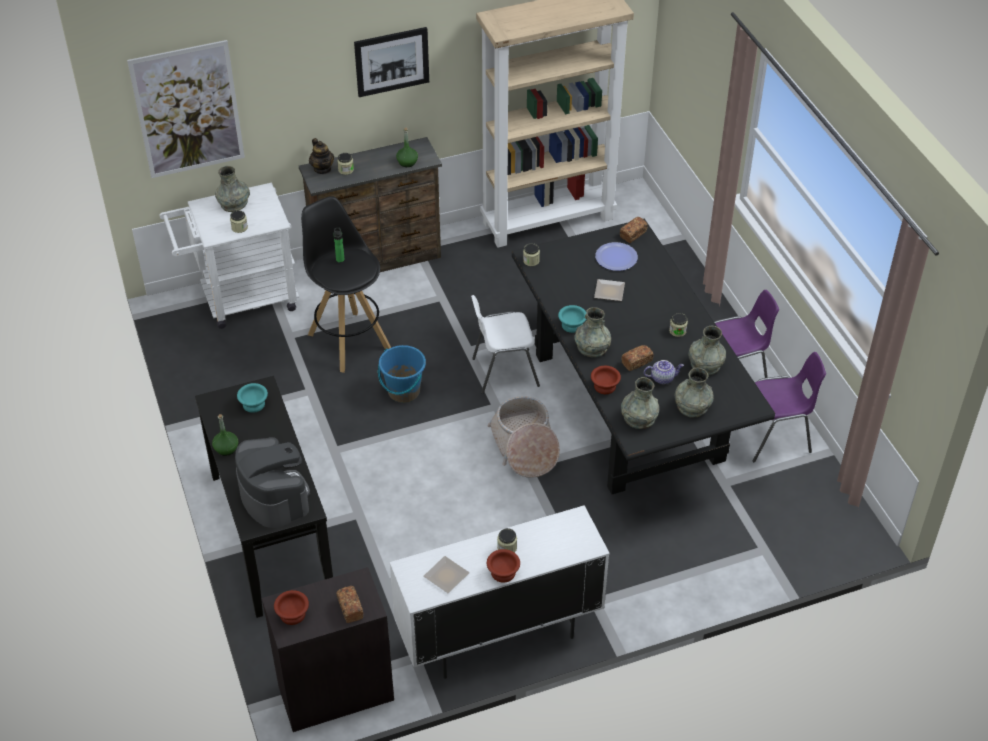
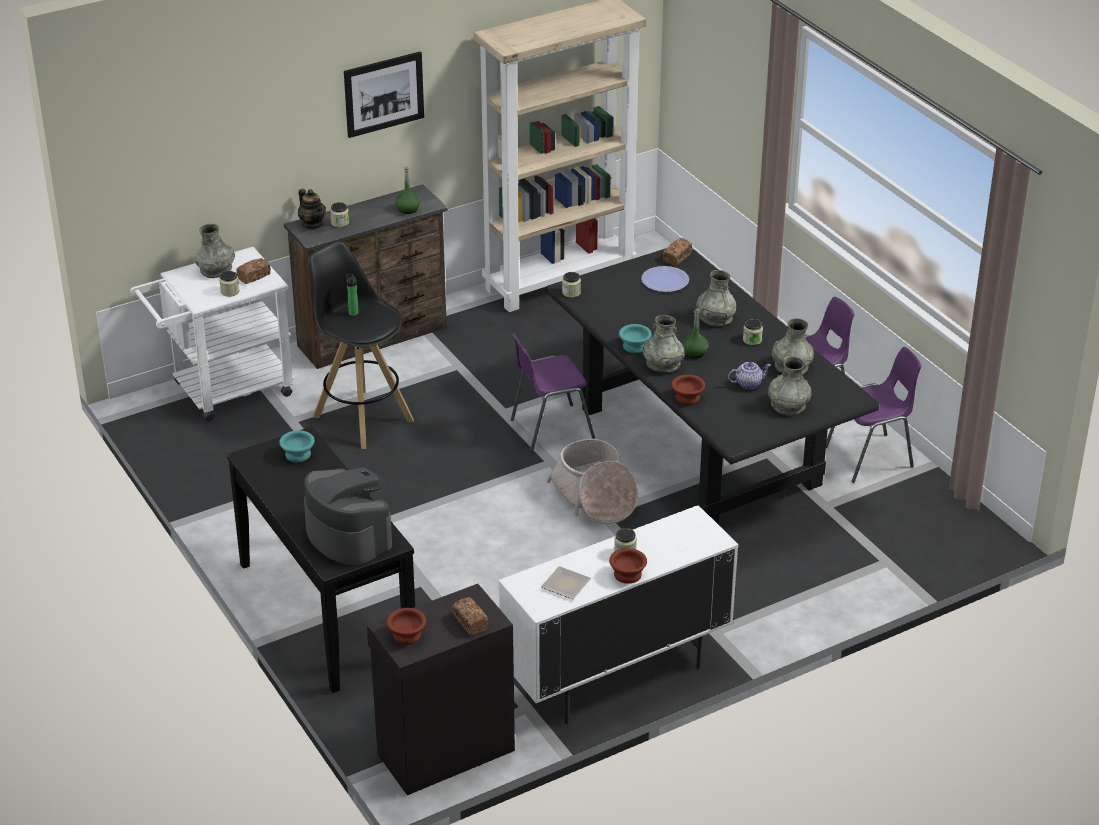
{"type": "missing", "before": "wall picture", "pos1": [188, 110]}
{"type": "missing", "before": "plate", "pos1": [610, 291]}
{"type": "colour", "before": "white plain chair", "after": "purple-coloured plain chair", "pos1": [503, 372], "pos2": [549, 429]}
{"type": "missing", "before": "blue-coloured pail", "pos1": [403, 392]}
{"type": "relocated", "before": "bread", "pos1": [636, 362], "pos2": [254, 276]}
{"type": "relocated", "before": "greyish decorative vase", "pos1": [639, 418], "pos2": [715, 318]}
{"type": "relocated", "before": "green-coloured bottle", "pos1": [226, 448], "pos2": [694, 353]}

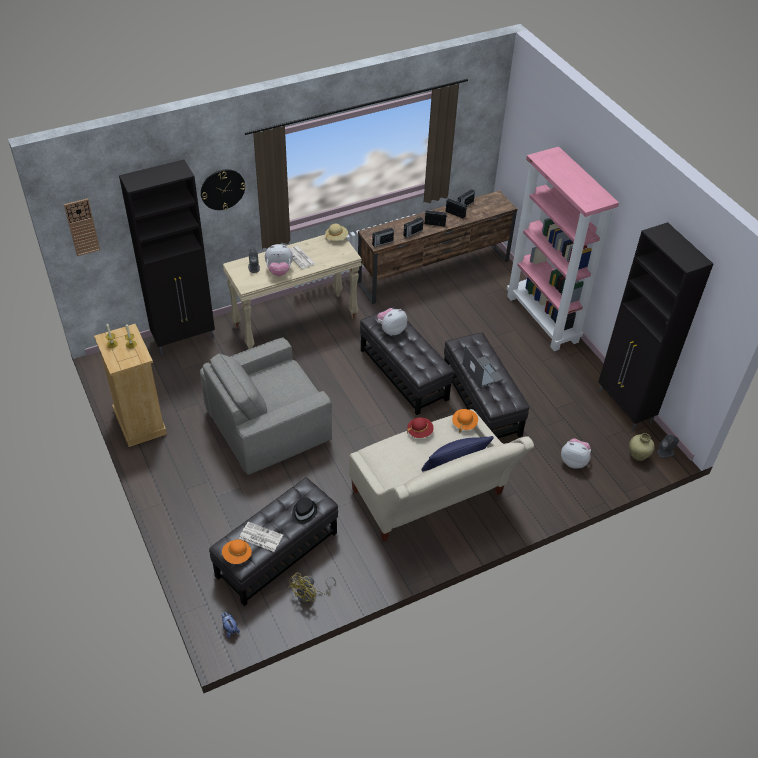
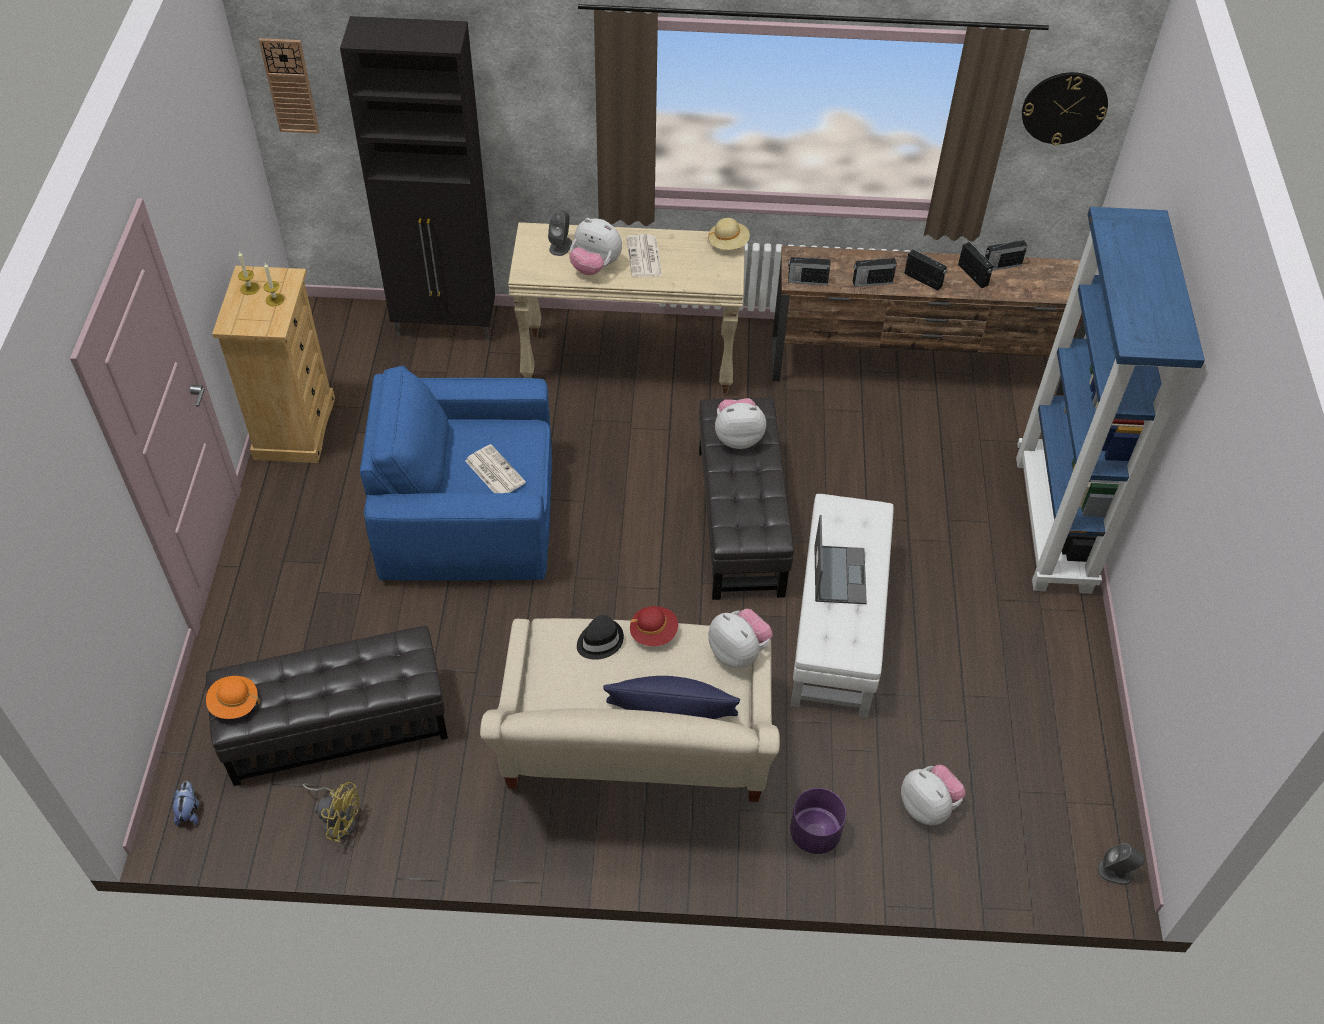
{"type": "colour", "before": "pink-coloured shelving unit", "after": "blue-coloured shelving unit", "pos1": [543, 319], "pos2": [1054, 524]}
{"type": "relocated", "before": "hanging clock", "pos1": [222, 189], "pos2": [1064, 107]}
{"type": "missing", "before": "blackish cabinet", "pos1": [625, 408]}
{"type": "colour", "before": "blackish pouffe", "after": "white pouffe", "pos1": [481, 402], "pos2": [838, 626]}
{"type": "colour", "before": "greyish easy chair", "after": "blue-coloured easy chair", "pos1": [268, 426], "pos2": [469, 515]}
{"type": "exchanged", "before": "orange-coloured wearable hat", "after": "cuddly toy", "pos1": [464, 423], "pos2": [738, 652]}
{"type": "missing", "before": "sand-coloured decorative vase", "pos1": [638, 456]}
{"type": "relocated", "before": "blackish wearable hat", "pos1": [303, 512], "pos2": [599, 641]}
{"type": "relocated", "before": "daily paper", "pos1": [260, 537], "pos2": [494, 471]}
{"type": "spun", "before": "yellow-coloured electric fan", "pos1": [310, 595], "pos2": [338, 819], "turn": -135}
{"type": "appeared", "after": "purple-coloured flower pot", "pos2": [814, 834]}

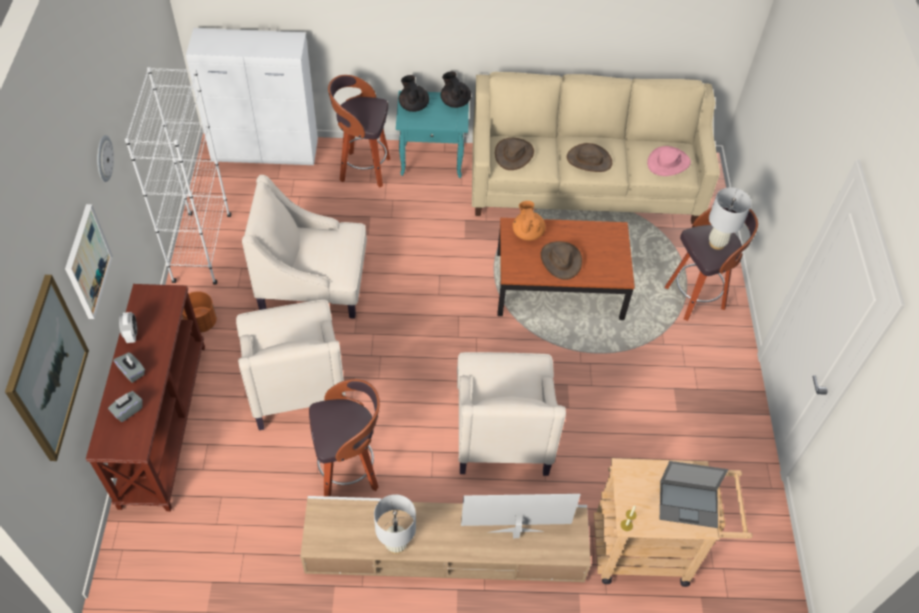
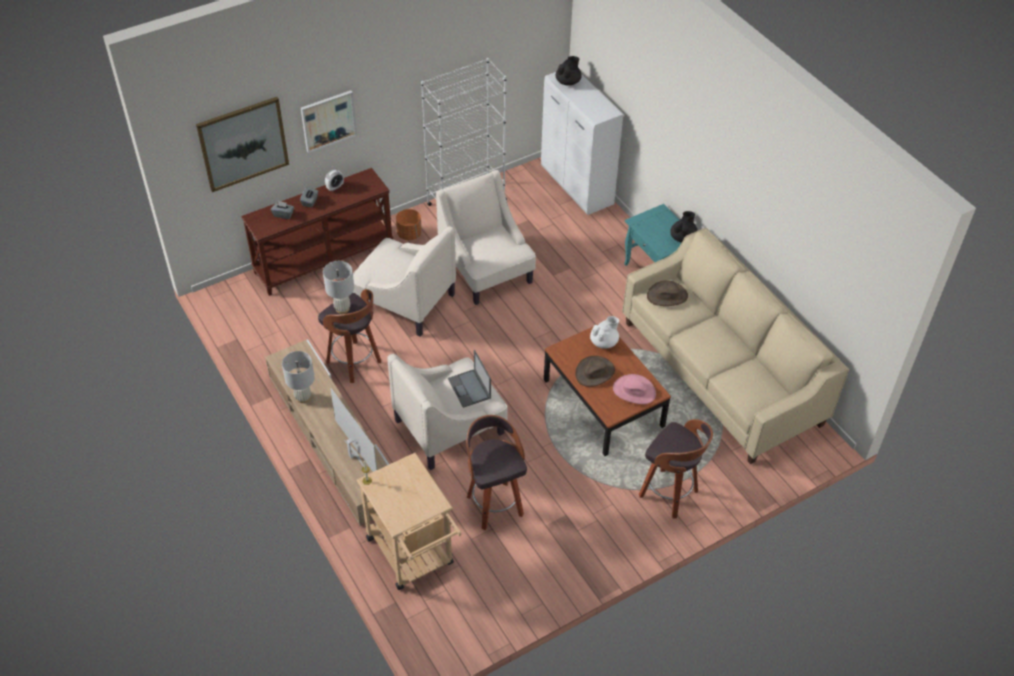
{"type": "relocated", "before": "stool", "pos1": [363, 169], "pos2": [494, 504]}
{"type": "relocated", "before": "blackish tea pot", "pos1": [413, 106], "pos2": [568, 82]}
{"type": "missing", "before": "hanging clock", "pos1": [103, 158]}
{"type": "missing", "before": "brown wearable hat", "pos1": [589, 160]}
{"type": "relocated", "before": "pink-coloured wearable hat", "pos1": [668, 163], "pos2": [634, 391]}
{"type": "relocated", "before": "white table lamp", "pos1": [716, 243], "pos2": [342, 308]}
{"type": "colour", "before": "orange-coloured tea pot", "after": "white tea pot", "pos1": [527, 233], "pos2": [604, 342]}
{"type": "spun", "before": "sand-coloured easy chair", "pos1": [295, 378], "pos2": [404, 300], "turn": -105}
{"type": "relocated", "before": "portable computer", "pos1": [689, 504], "pos2": [469, 389]}

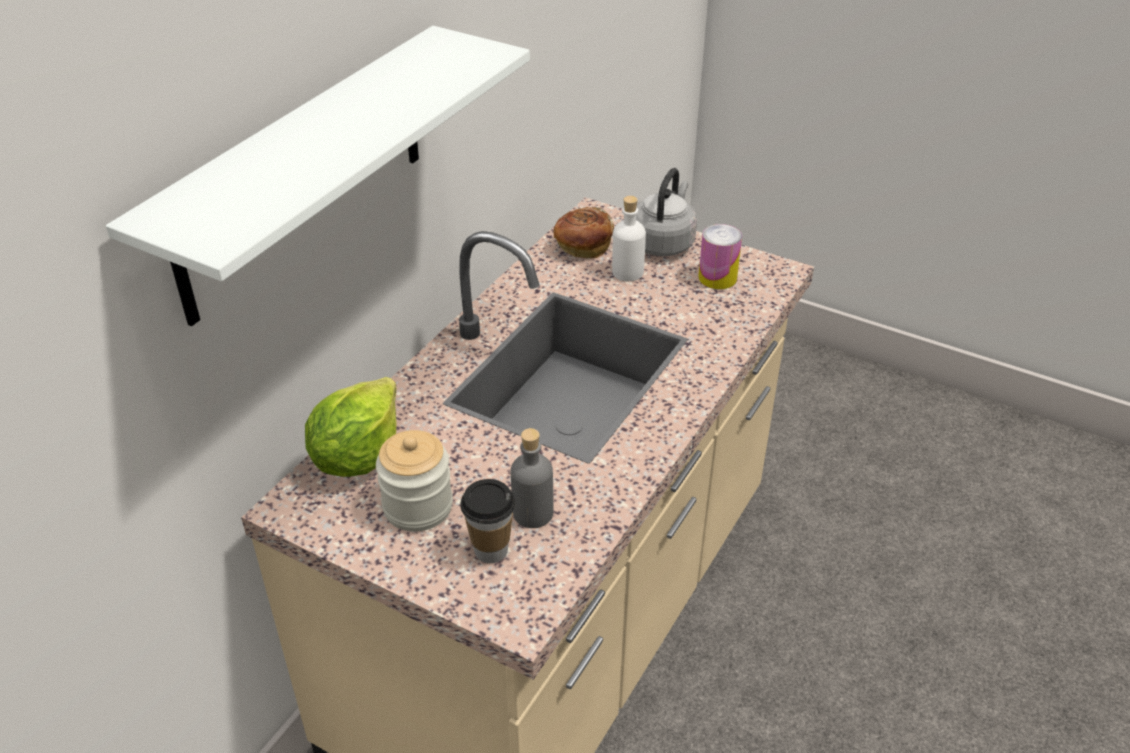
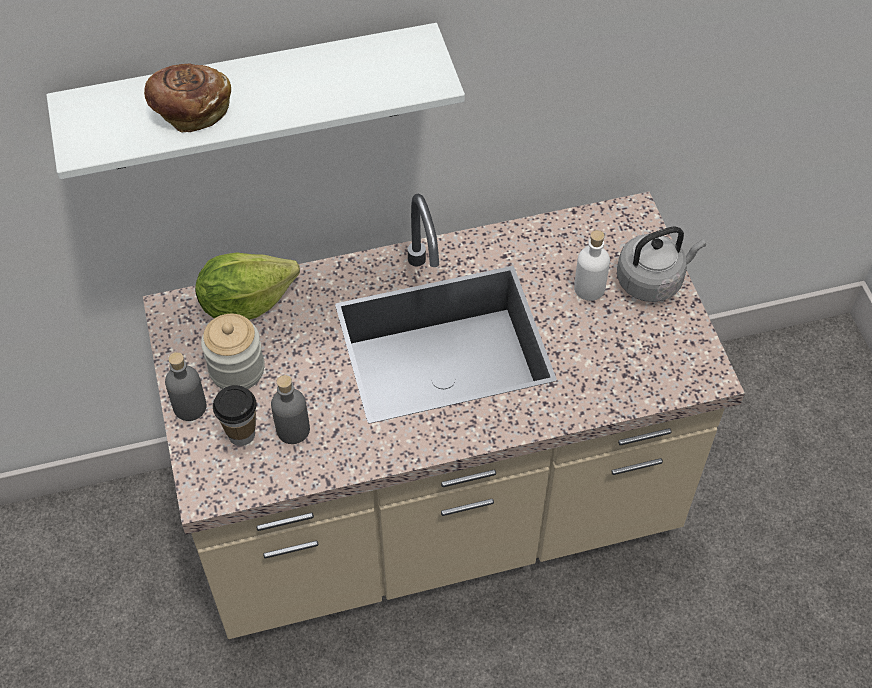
{"type": "relocated", "before": "bread", "pos1": [583, 246], "pos2": [190, 110]}
{"type": "missing", "before": "metal can", "pos1": [717, 278]}
{"type": "appeared", "after": "greyish bottle", "pos2": [190, 407]}

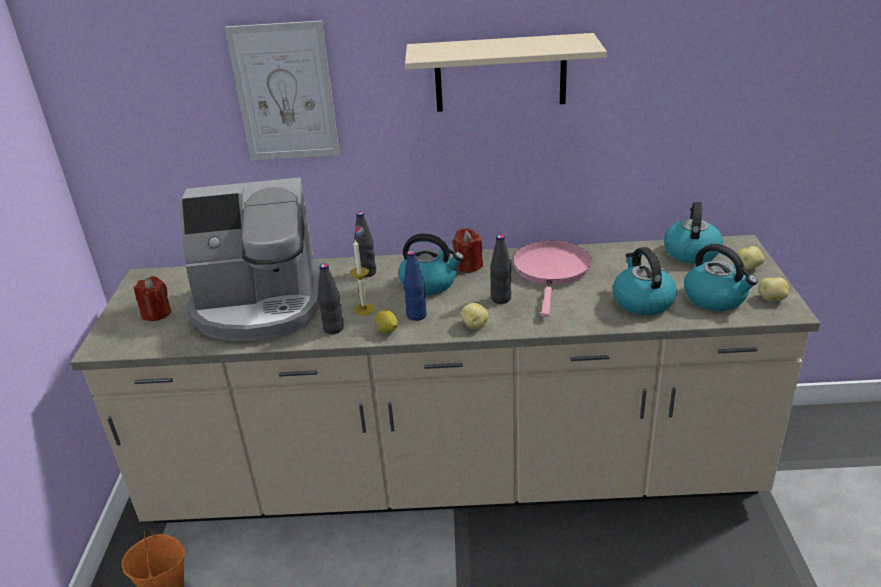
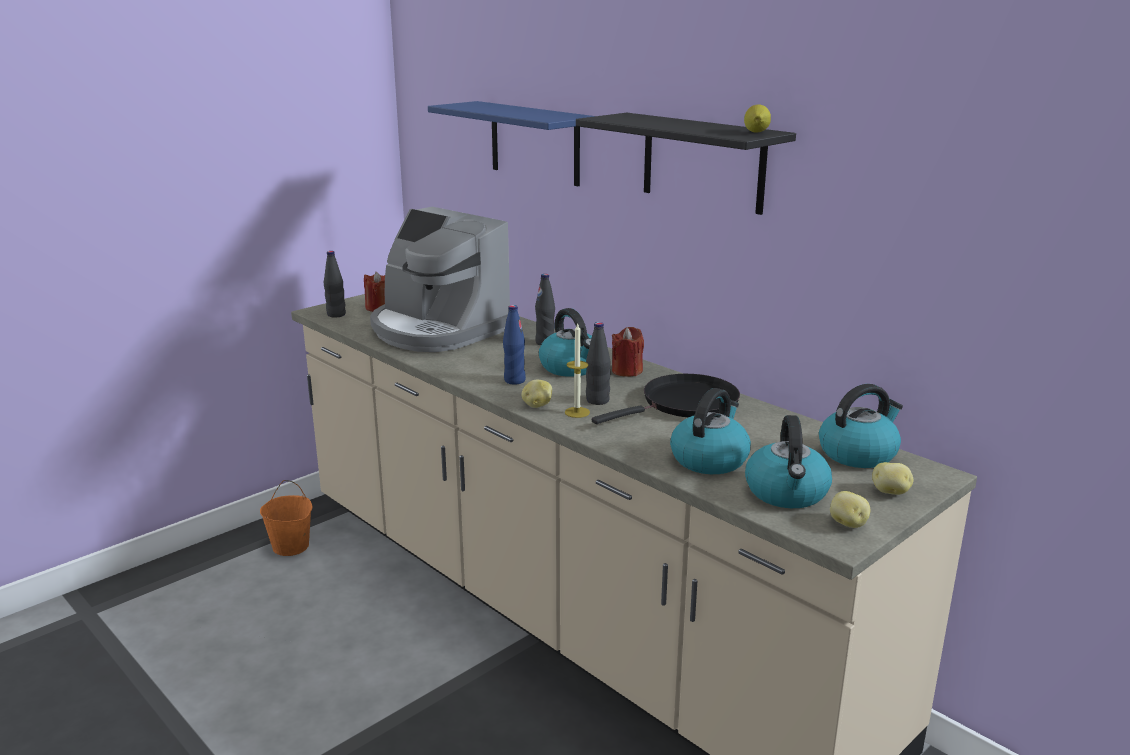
{"type": "exchanged", "before": "wall picture", "after": "blue-coloured bracket shelf", "pos1": [285, 93], "pos2": [534, 143]}
{"type": "colour", "before": "sand-coloured bracket shelf", "after": "blackish bracket shelf", "pos1": [500, 73], "pos2": [703, 162]}
{"type": "relocated", "before": "candle", "pos1": [364, 309], "pos2": [577, 412]}
{"type": "colour", "before": "pink-coloured skillet", "after": "blackish skillet", "pos1": [551, 271], "pos2": [685, 404]}
{"type": "relocated", "before": "blackish bottle", "pos1": [333, 329], "pos2": [336, 315]}
{"type": "relocated", "before": "lemon", "pos1": [387, 331], "pos2": [756, 132]}

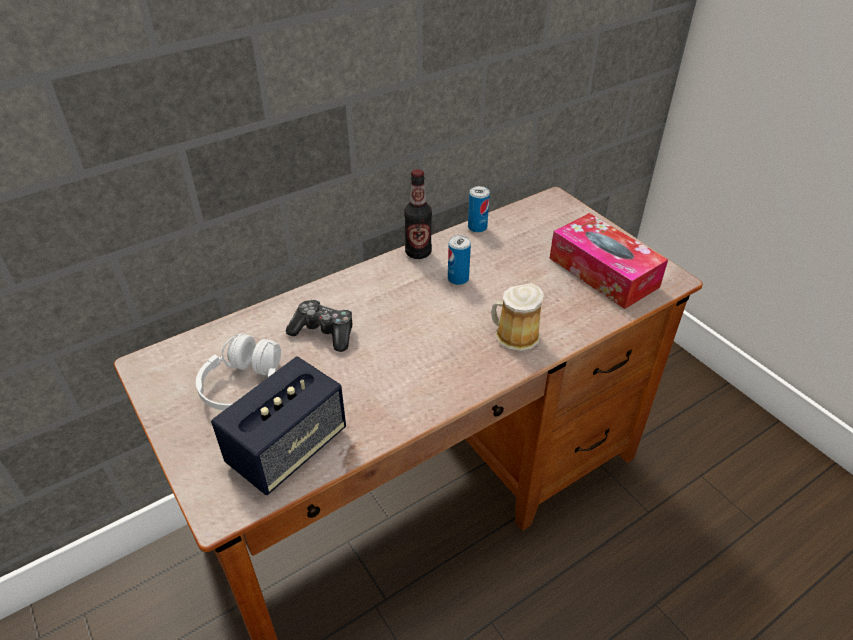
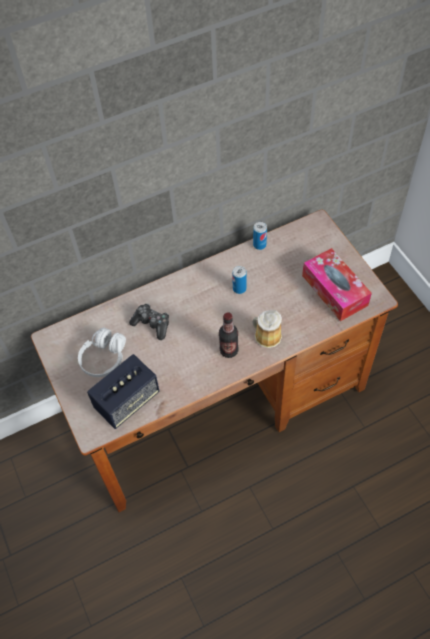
{"type": "relocated", "before": "bottle", "pos1": [418, 252], "pos2": [229, 350]}

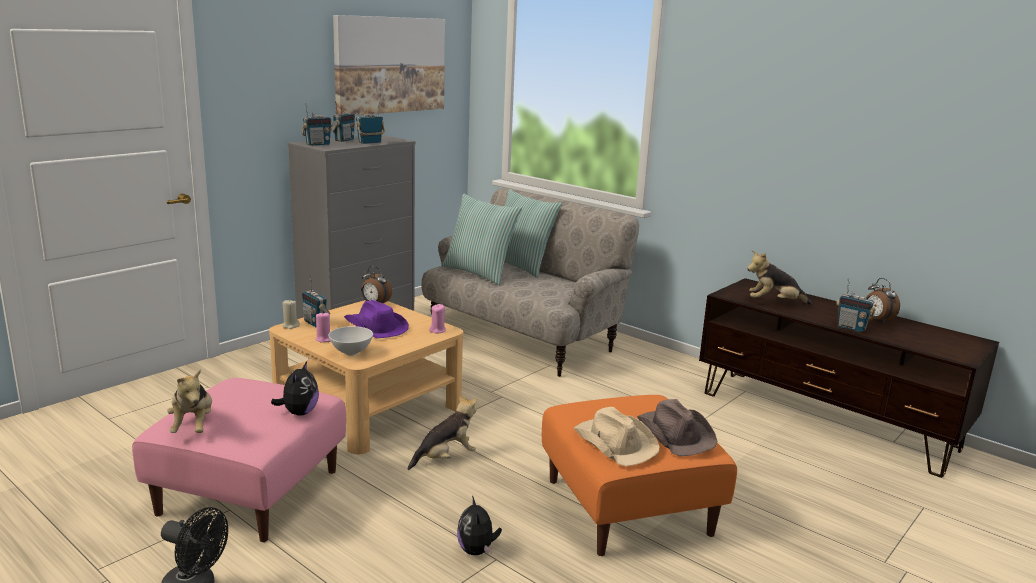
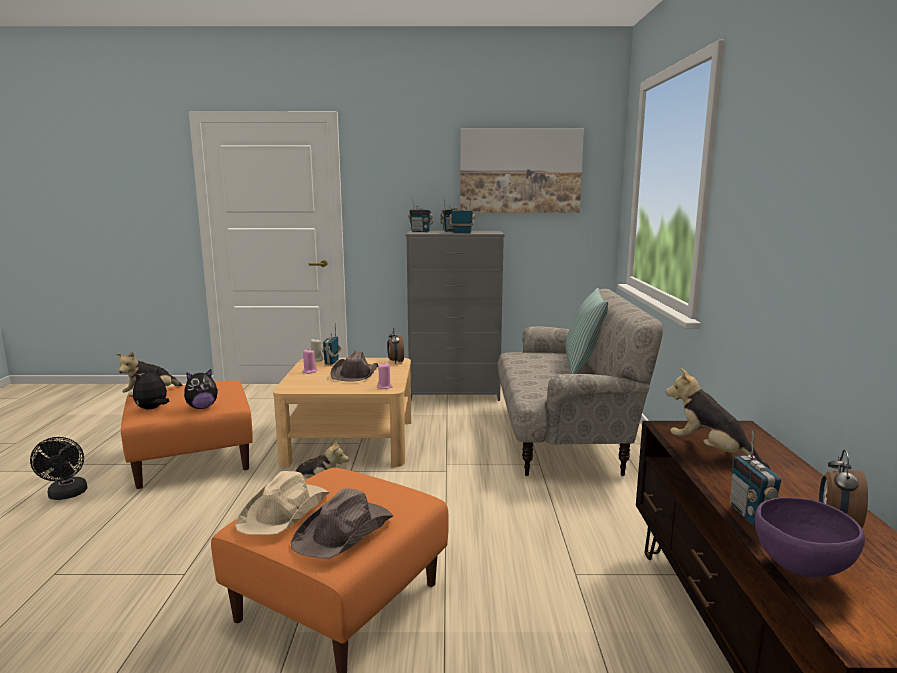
{"type": "missing", "before": "throw pillow", "pos1": [479, 273]}
{"type": "colour", "before": "purple-coloured wearable hat", "after": "brown wearable hat", "pos1": [375, 327], "pos2": [355, 374]}
{"type": "missing", "before": "white serving bowl", "pos1": [351, 353]}
{"type": "colour", "before": "pink-coloured pouffe", "after": "orange-coloured pouffe", "pos1": [249, 491], "pos2": [193, 459]}
{"type": "relocated", "before": "cuddly toy", "pos1": [477, 550], "pos2": [152, 409]}
{"type": "appeared", "after": "purple-coloured serving bowl", "pos2": [800, 569]}

